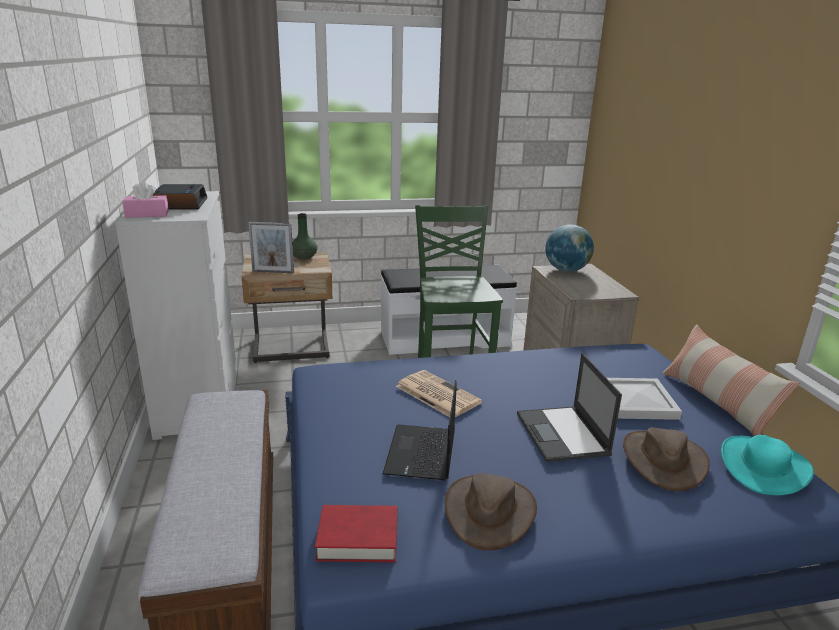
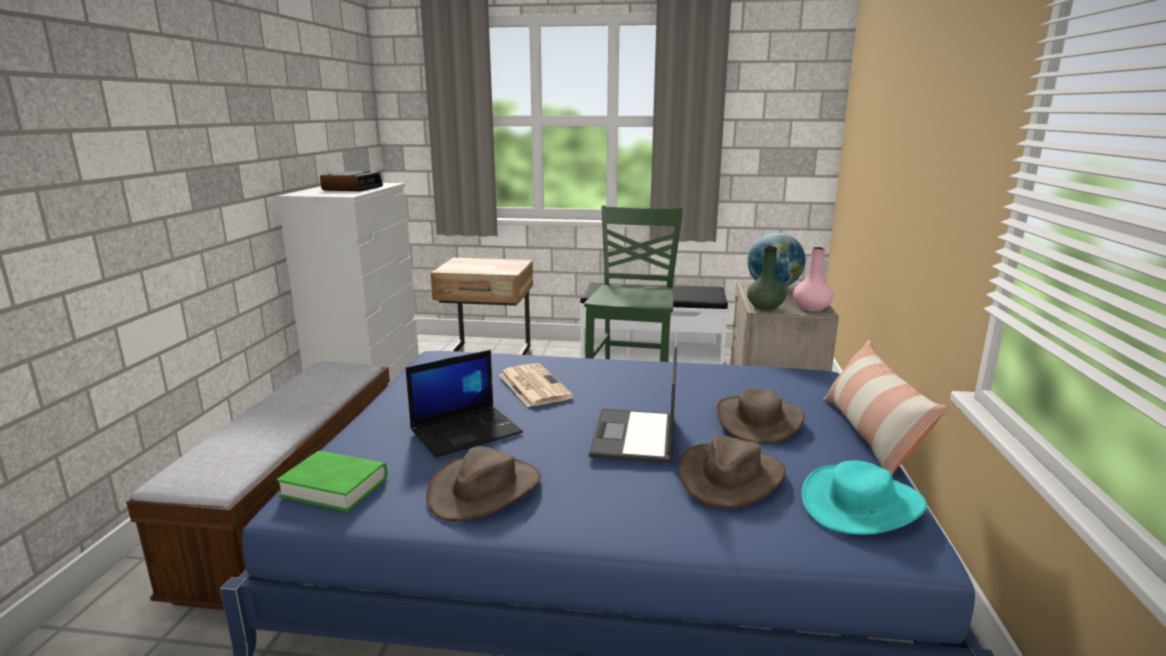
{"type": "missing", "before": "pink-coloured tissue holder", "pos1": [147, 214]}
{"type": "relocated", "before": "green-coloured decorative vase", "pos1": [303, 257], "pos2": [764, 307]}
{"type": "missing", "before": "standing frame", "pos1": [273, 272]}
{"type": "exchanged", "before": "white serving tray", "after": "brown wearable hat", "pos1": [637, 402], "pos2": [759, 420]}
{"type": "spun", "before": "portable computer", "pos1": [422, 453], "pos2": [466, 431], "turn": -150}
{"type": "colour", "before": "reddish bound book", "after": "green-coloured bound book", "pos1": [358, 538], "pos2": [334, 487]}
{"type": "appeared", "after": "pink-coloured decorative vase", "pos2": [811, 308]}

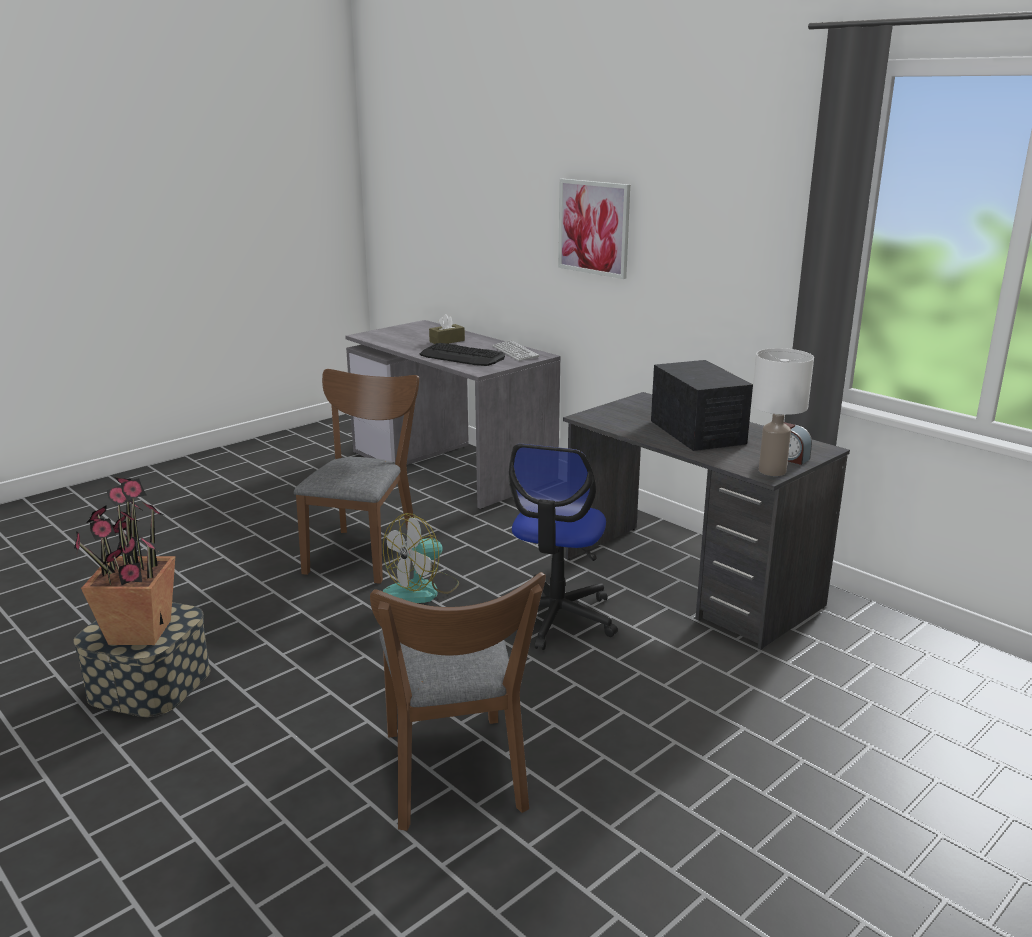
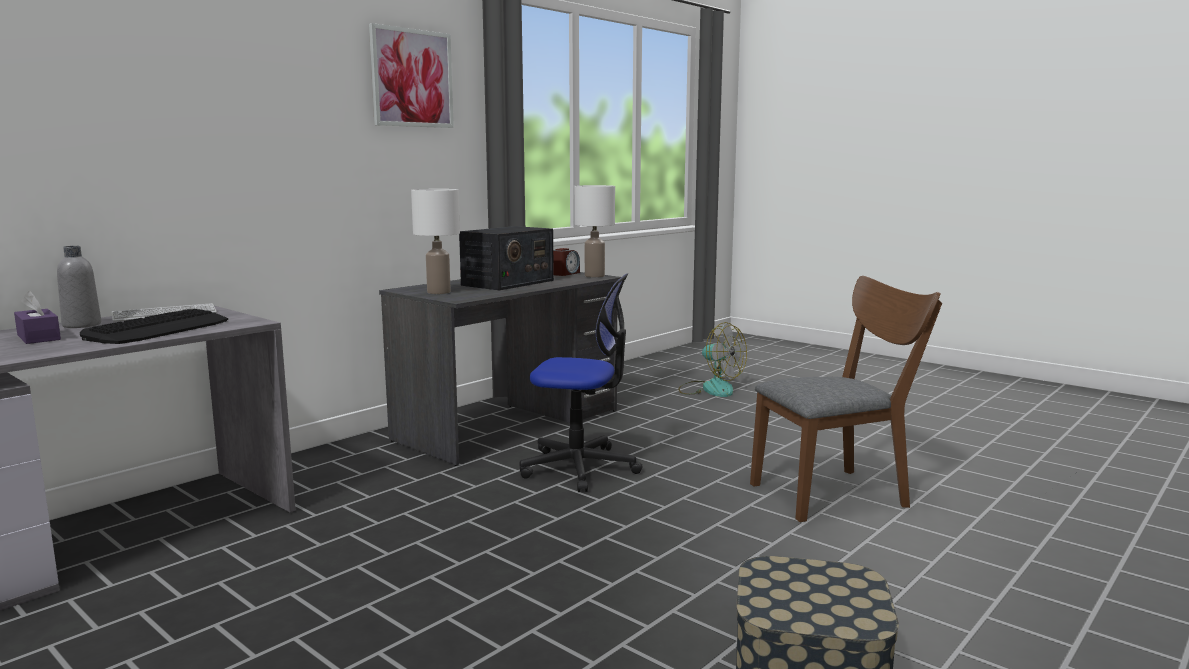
{"type": "relocated", "before": "wall picture", "pos1": [594, 227], "pos2": [412, 78]}
{"type": "colour", "before": "brown tissue holder", "after": "purple-coloured tissue holder", "pos1": [447, 341], "pos2": [38, 337]}
{"type": "spun", "before": "radio", "pos1": [697, 432], "pos2": [507, 283], "turn": 150}
{"type": "missing", "before": "brown plain chair", "pos1": [364, 550]}
{"type": "missing", "before": "houseplant", "pos1": [139, 632]}
{"type": "relocated", "before": "electric fan", "pos1": [422, 590], "pos2": [710, 389]}
{"type": "appeared", "after": "white table lamp", "pos2": [438, 292]}
{"type": "appeared", "after": "greyish bottle", "pos2": [82, 325]}

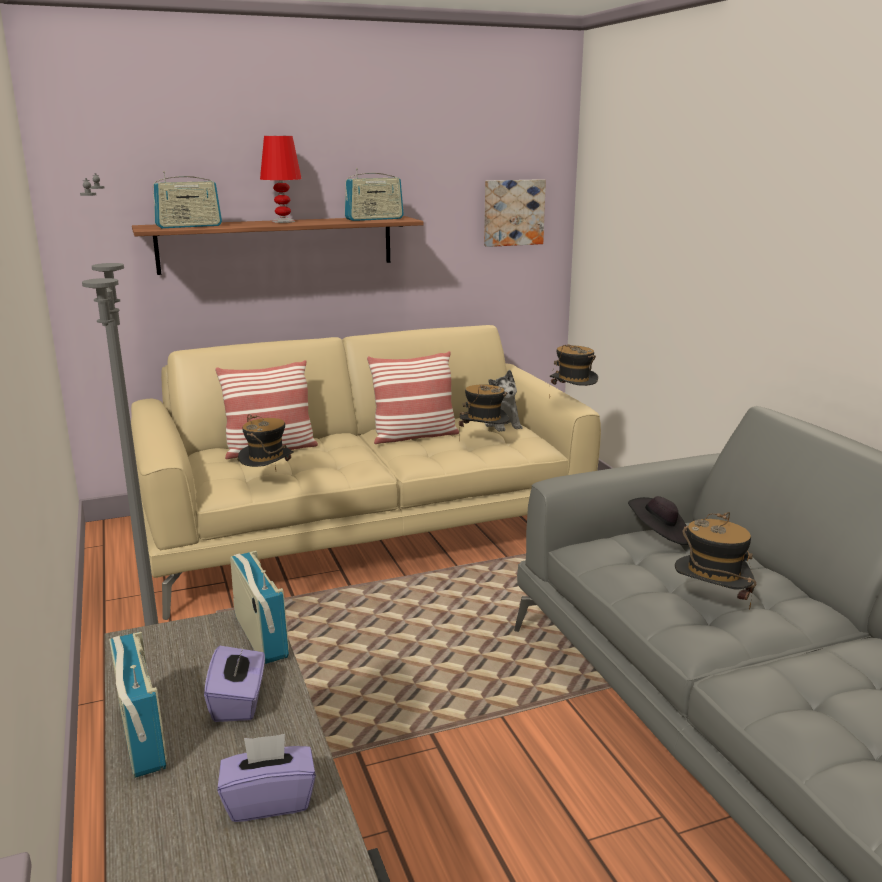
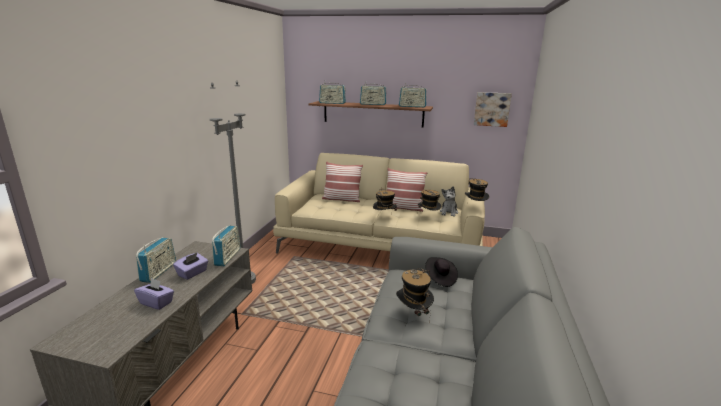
{"type": "exchanged", "before": "reddish table lamp", "after": "radio", "pos1": [283, 221], "pos2": [373, 104]}
{"type": "relocated", "before": "wearable hat", "pos1": [268, 482], "pos2": [384, 218]}

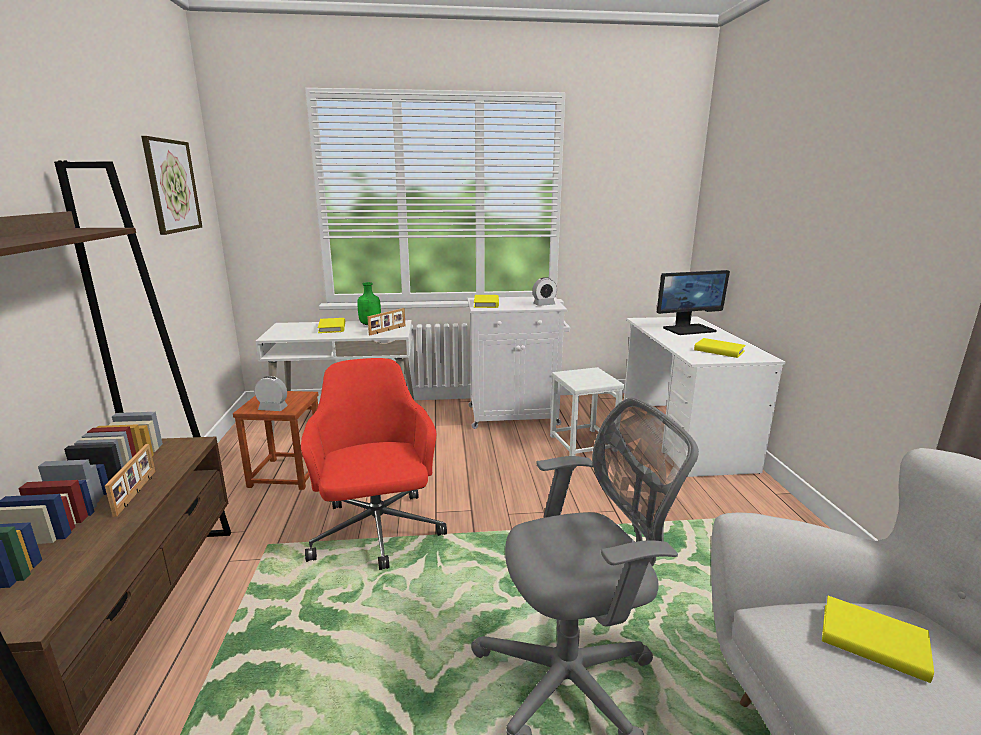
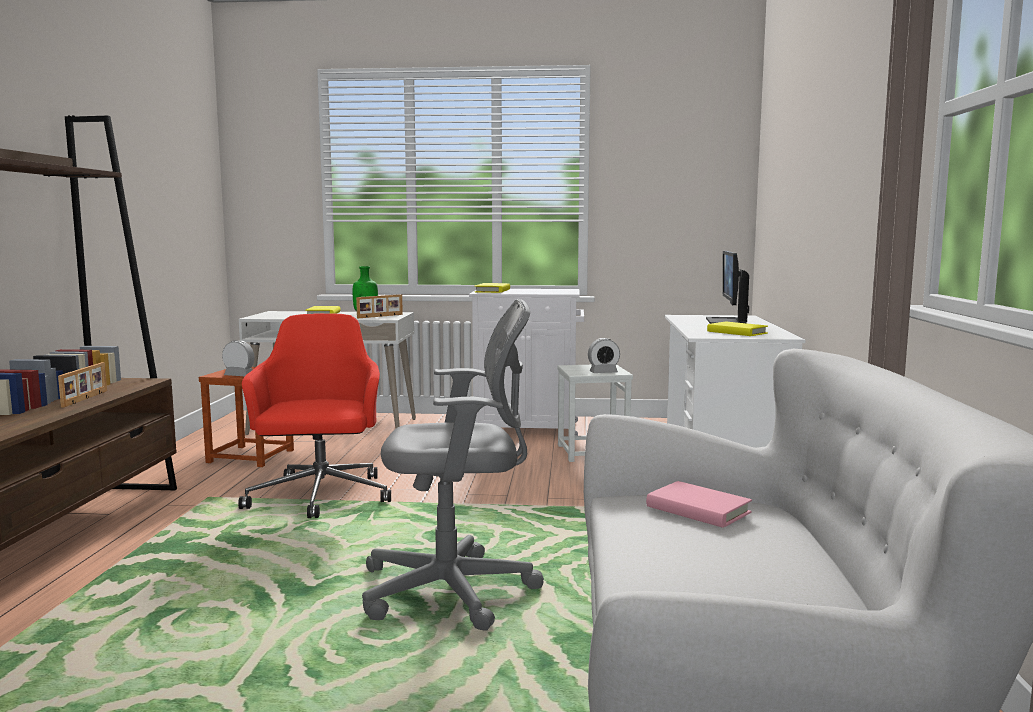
{"type": "missing", "before": "wall picture", "pos1": [172, 186]}
{"type": "spun", "before": "computer screen", "pos1": [689, 329], "pos2": [727, 321], "turn": 105}
{"type": "relocated", "before": "alarm clock", "pos1": [544, 304], "pos2": [603, 372]}
{"type": "colour", "before": "yellow-coloured bound book", "after": "pink-coloured bound book", "pos1": [873, 642], "pos2": [698, 510]}

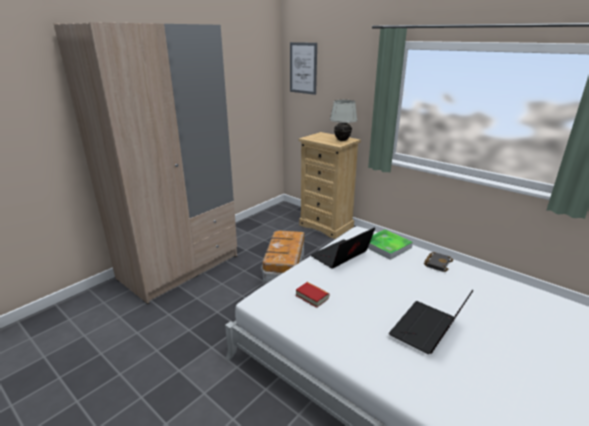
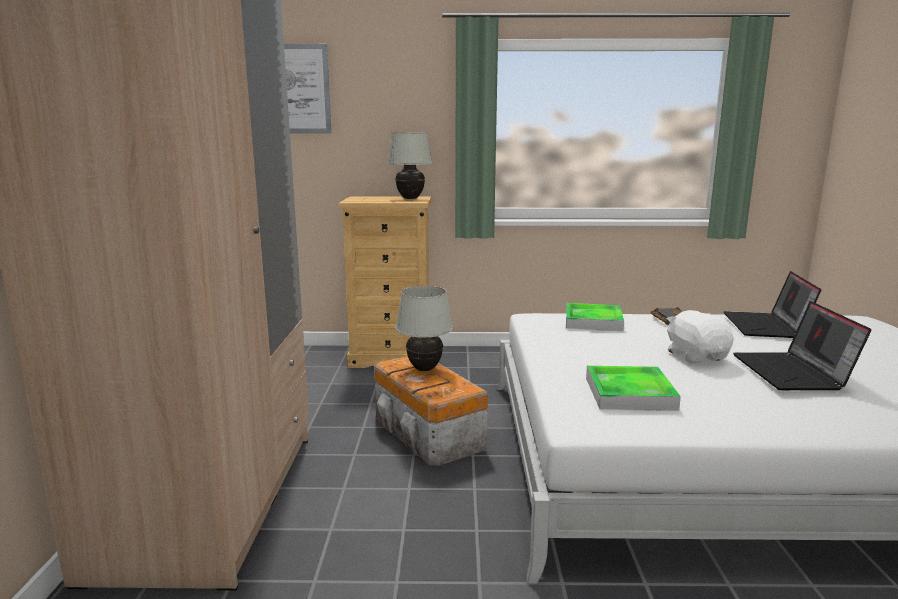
{"type": "relocated", "before": "portable computer", "pos1": [341, 256], "pos2": [766, 326]}
{"type": "exchanged", "before": "bound book", "after": "serving tray", "pos1": [312, 297], "pos2": [629, 393]}
{"type": "appeared", "after": "white table lamp", "pos2": [424, 369]}
{"type": "appeared", "after": "white cuddly toy", "pos2": [696, 356]}

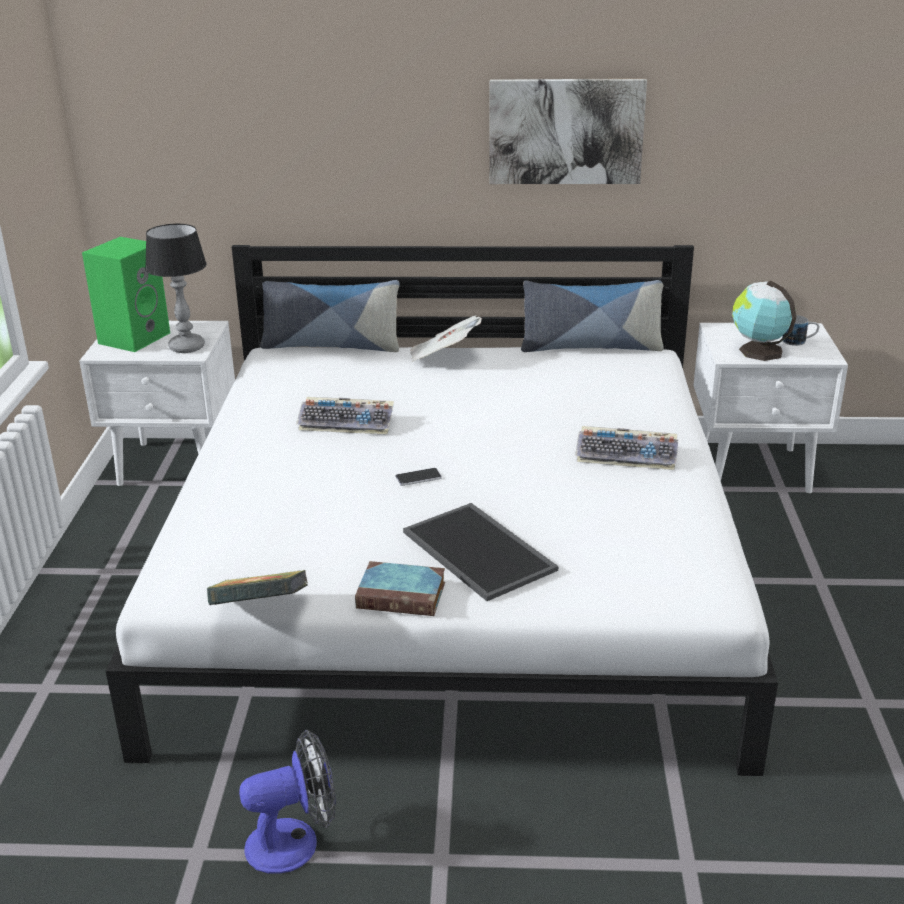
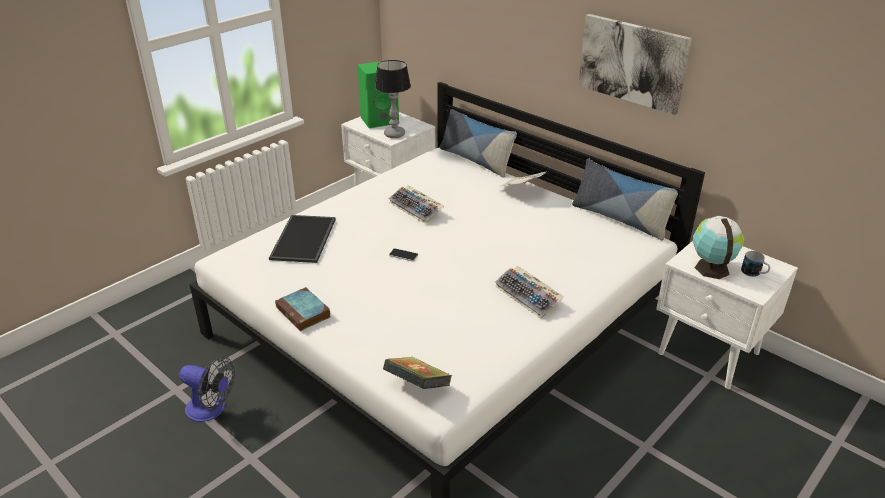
{"type": "relocated", "before": "serving tray", "pos1": [481, 551], "pos2": [304, 239]}
{"type": "relocated", "before": "bound book", "pos1": [260, 610], "pos2": [417, 386]}

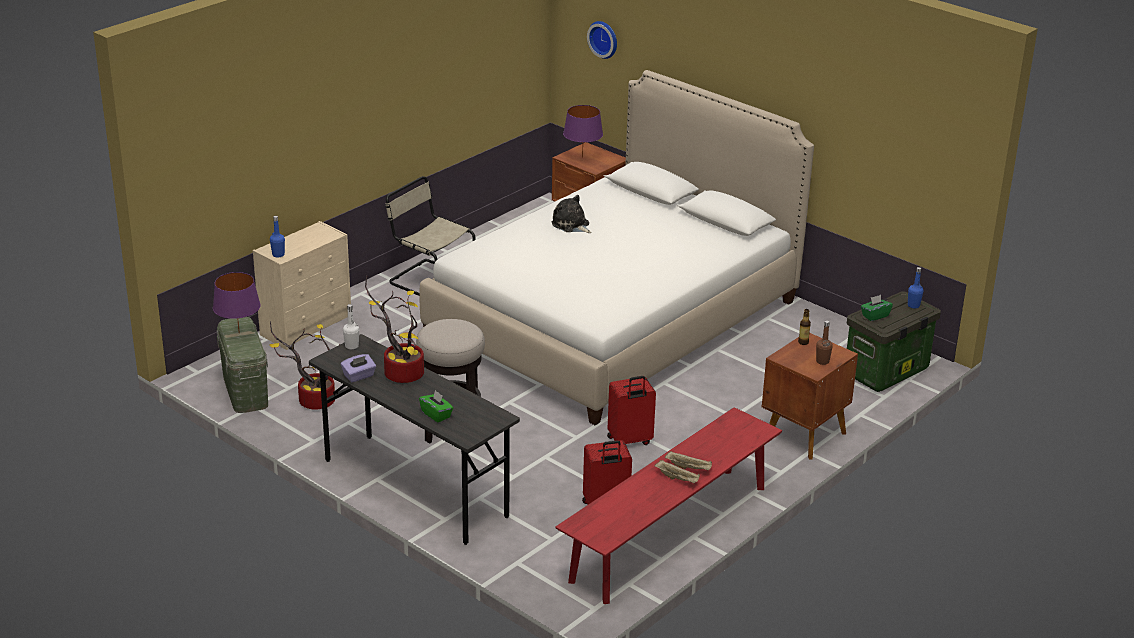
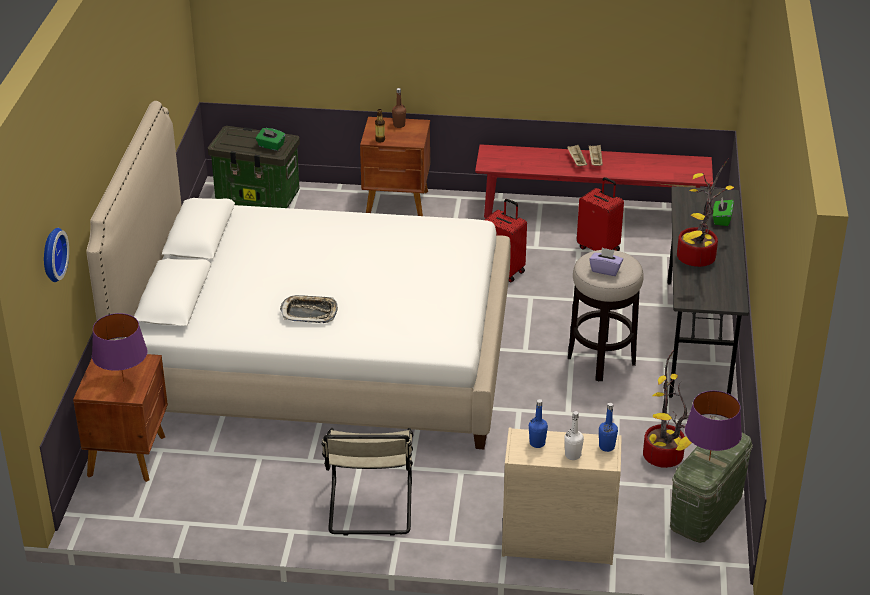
{"type": "exchanged", "before": "cuddly toy", "after": "serving tray", "pos1": [571, 225], "pos2": [309, 313]}
{"type": "relocated", "before": "blue-coloured bottle", "pos1": [913, 305], "pos2": [537, 443]}
{"type": "relocated", "before": "white bottle", "pos1": [352, 346], "pos2": [572, 455]}
{"type": "relocated", "before": "purple-coloured tissue holder", "pos1": [359, 376], "pos2": [605, 270]}

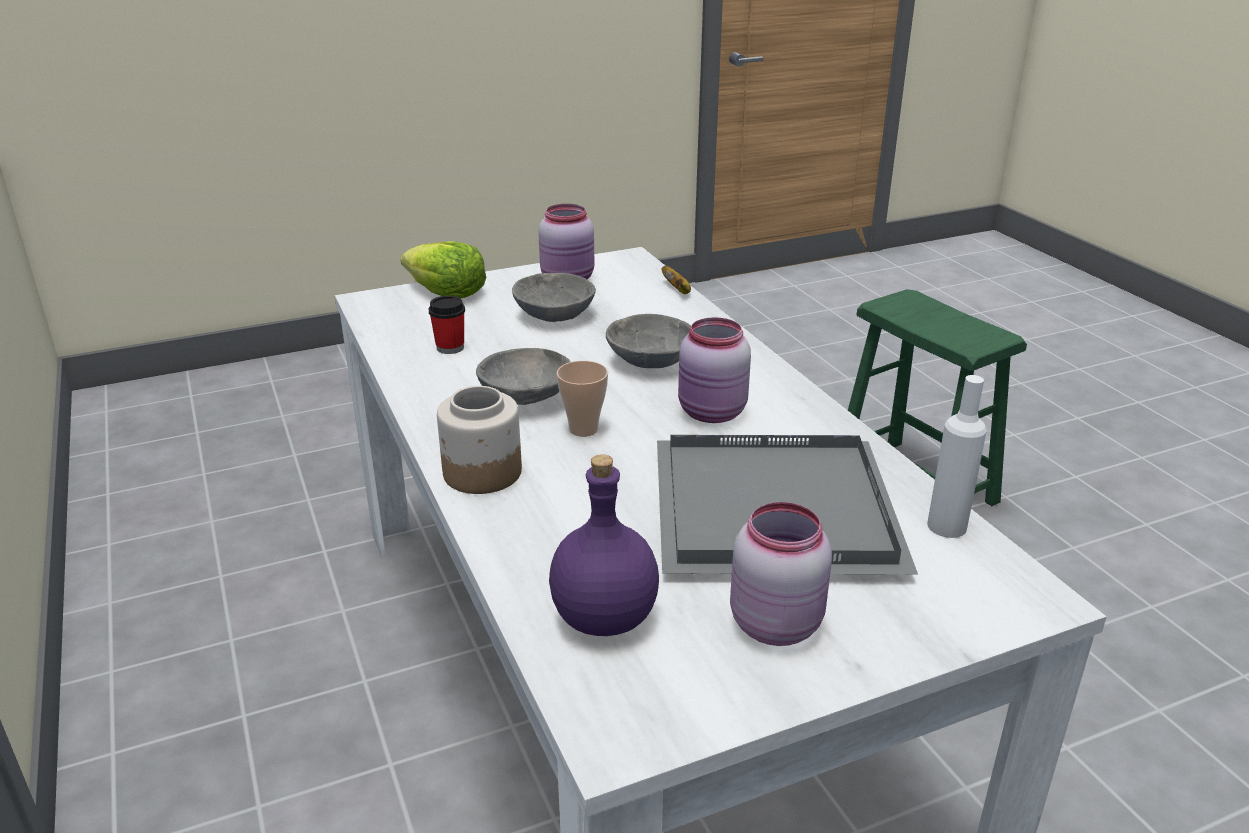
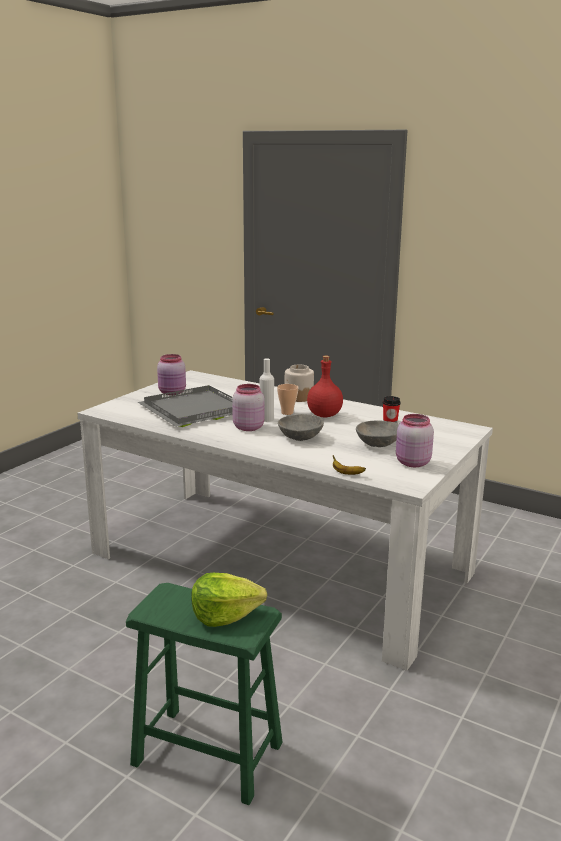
{"type": "relocated", "before": "lettuce", "pos1": [446, 293], "pos2": [225, 615]}
{"type": "exchanged", "before": "greyish serving bowl", "after": "reddish bottle", "pos1": [527, 399], "pos2": [323, 415]}
{"type": "relocated", "before": "white bottle", "pos1": [946, 526], "pos2": [266, 419]}
{"type": "missing", "before": "purple-coloured bottle", "pos1": [602, 618]}

